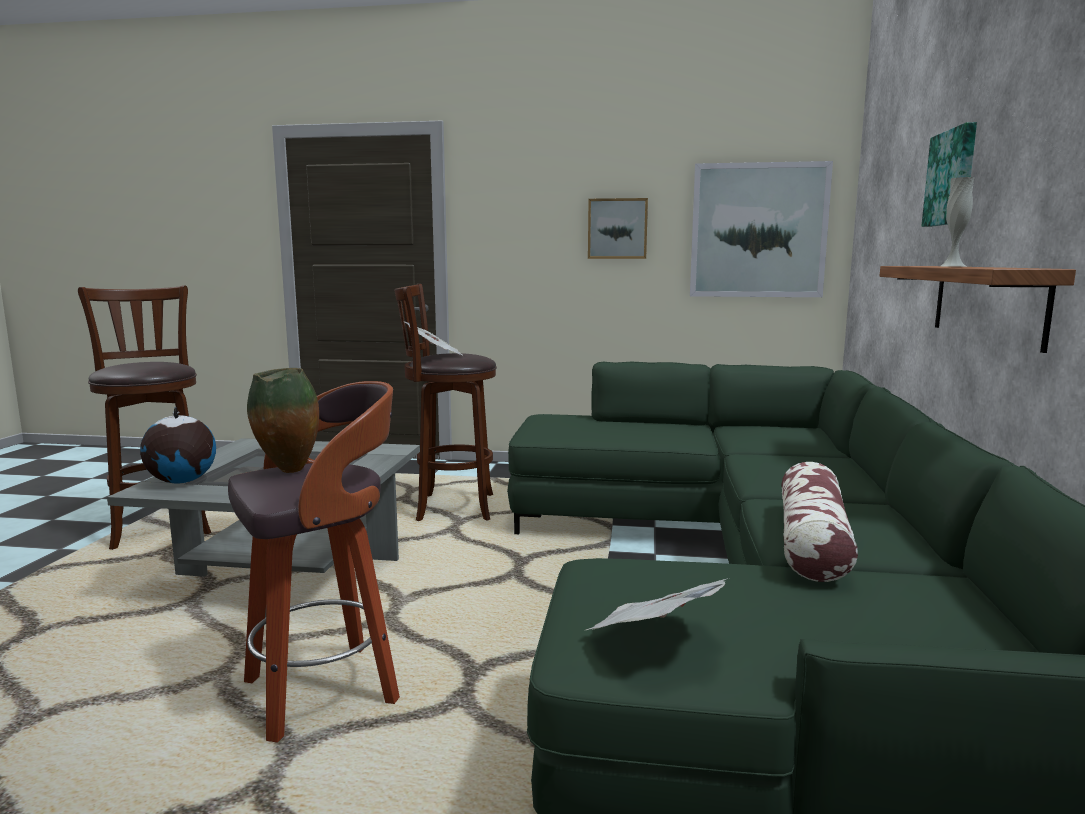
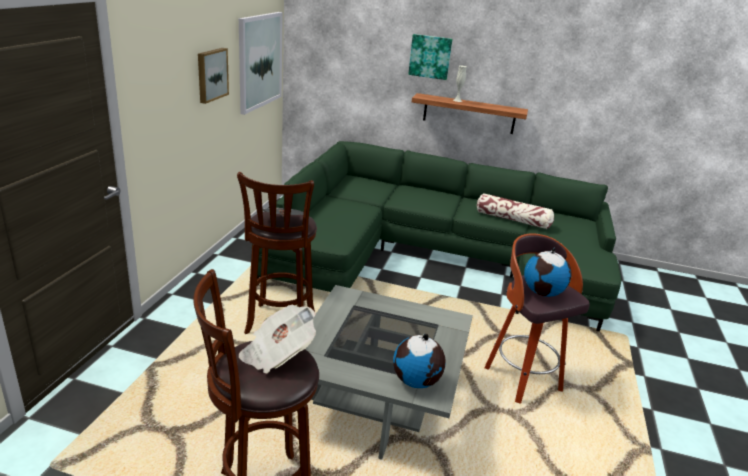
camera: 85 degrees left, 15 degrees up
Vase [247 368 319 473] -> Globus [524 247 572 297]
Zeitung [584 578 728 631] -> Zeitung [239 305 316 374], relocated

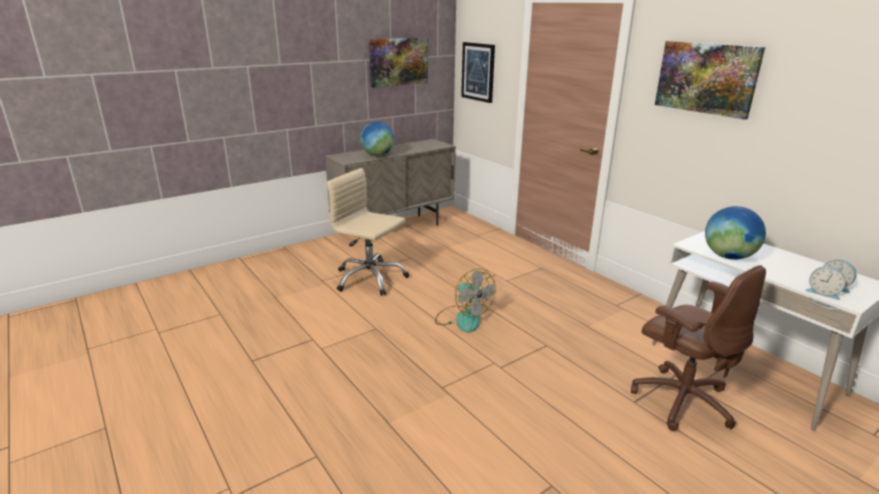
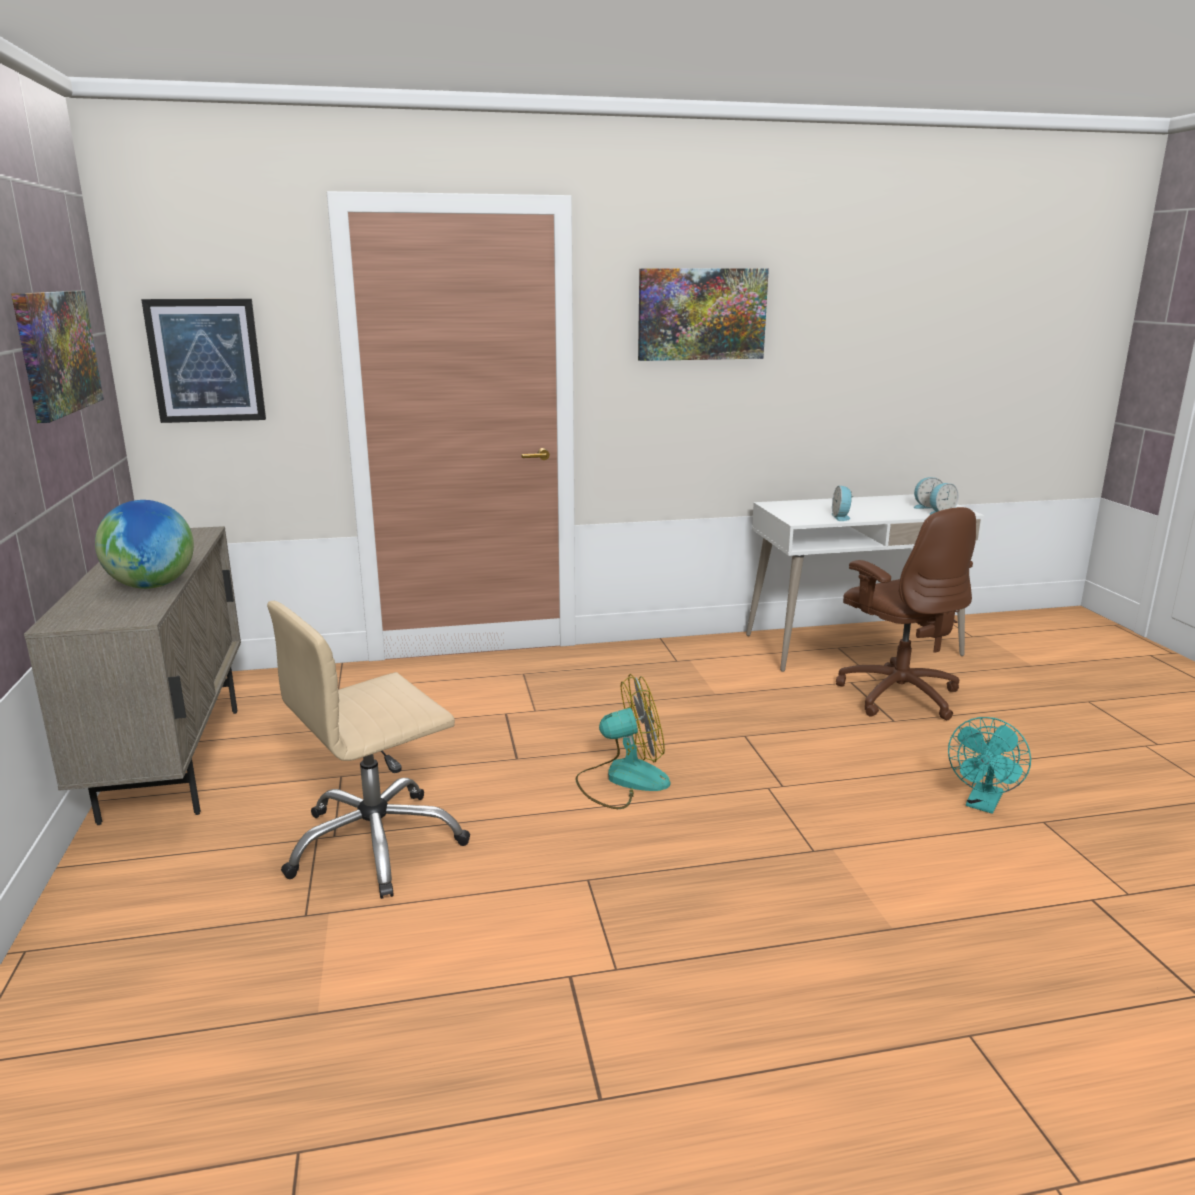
camera: 65 degrees left, 5 degrees down
Globus [705 206 766 260] -> Wecker [832 486 853 521]
Bürostuhl [braun] [631 265 766 431] -> Bürostuhl [braun] [836 507 976 720], 75 degrees clockwise
none -> Ventilator [türkis] [948 717 1031 814]

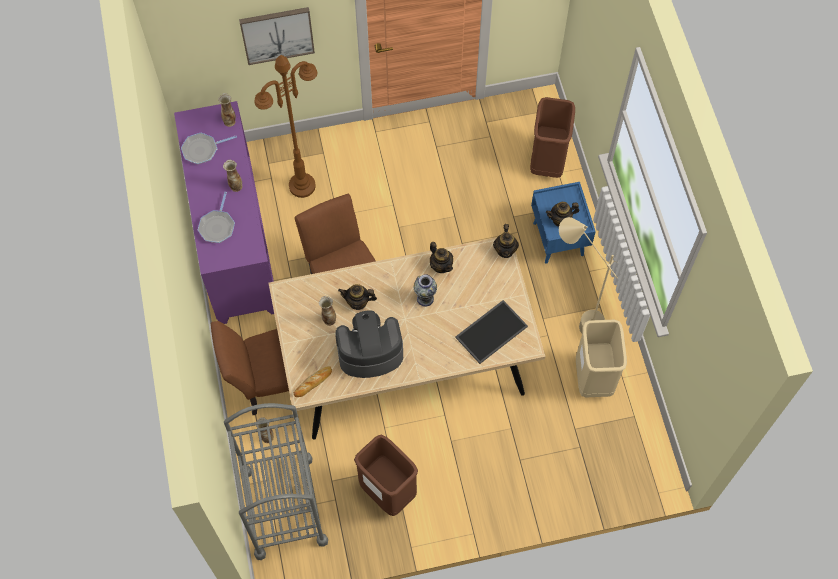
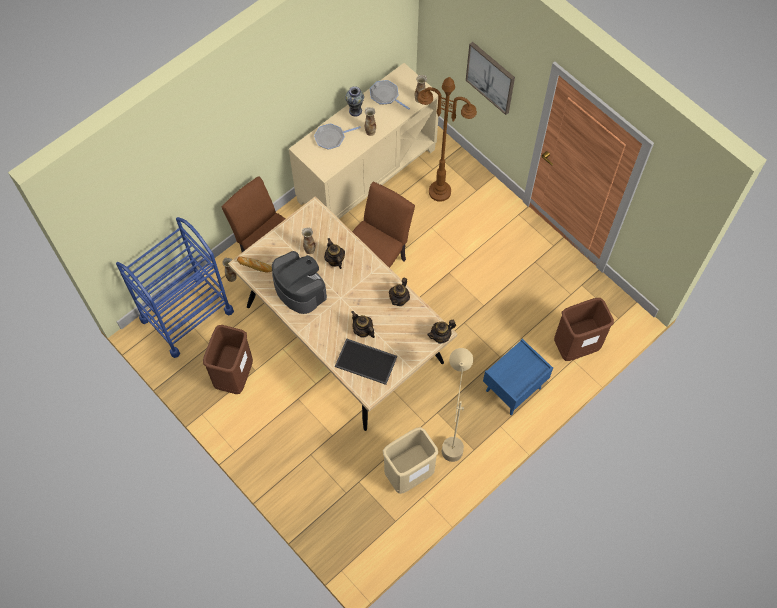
camera: 60 degrees right, 0 degrees up
Schrank [lila] [174 101 274 324] -> Schrank [beige] [289 63 438 219]
Teekanne [546 202 579 227] -> Teekanne [352 311 375 338], relocated
Vase [414 274 437 307] -> Vase [345 86 364 117], relocated
Rollwagen [grau] [224 403 328 560] -> Rollwagen [blau] [116 217 234 358]

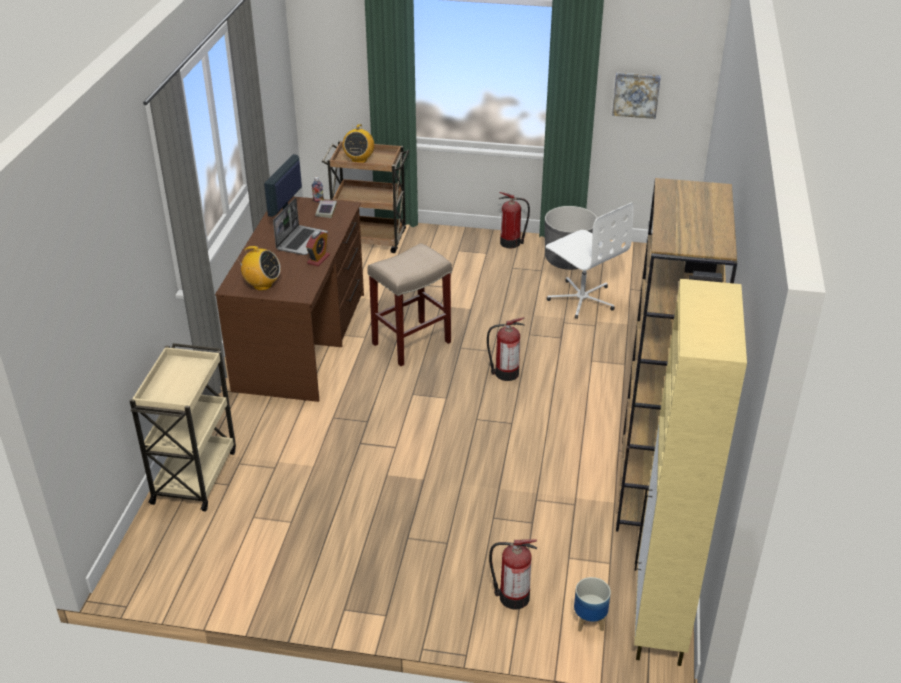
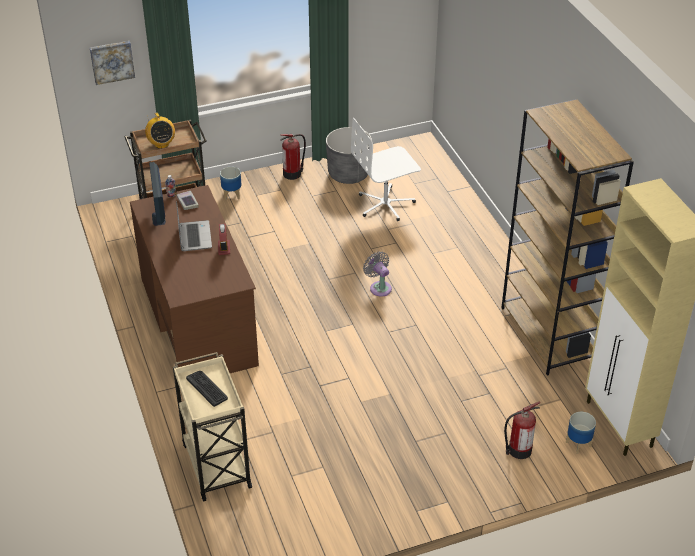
camera: 30 degrees left, 5 degrees up
Bild [612 72 661 119] -> Bild [90 41 135 85], relocated
Bürostuhl [weiß] [546 203 634 319] -> Bürostuhl [weiß] [351 118 421 221], 135 degrees clockwise
Hocker [beige] [367 243 452 366] -> none
Radio [238 246 281 291] -> none
Feuerlöscher [487 317 525 381] -> Ventilator [grau] [363 252 392 297]
none -> Pflanzkübel [220 167 242 200]
none -> Tastatur [186 371 228 407]

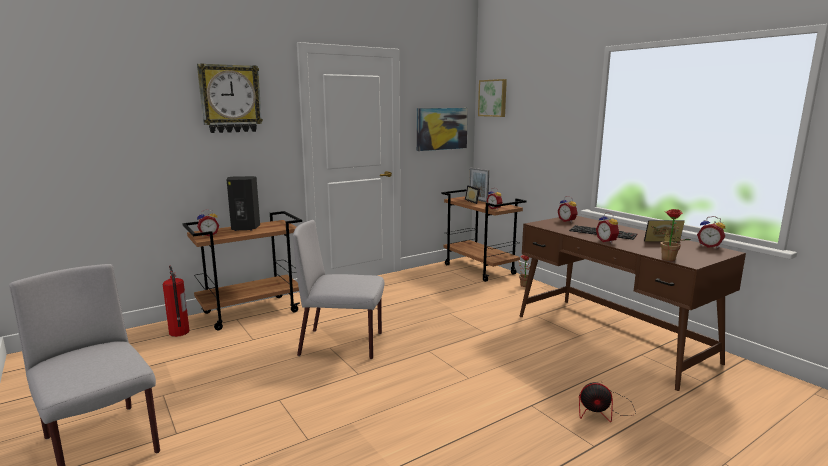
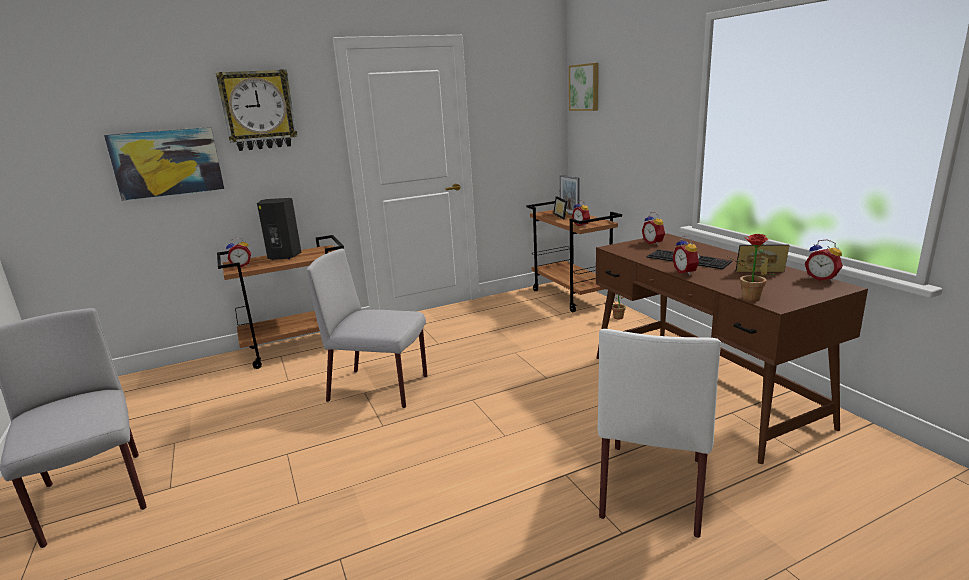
camera: 10 degrees right, 5 degrees up
Bild [417 108 468 151] -> Bild [104 127 224 201], relocated
Feuerlöscher [163 265 190 337] -> none
Ventilator [579 381 636 422] -> Stuhl [weiß] [597 329 721 538]

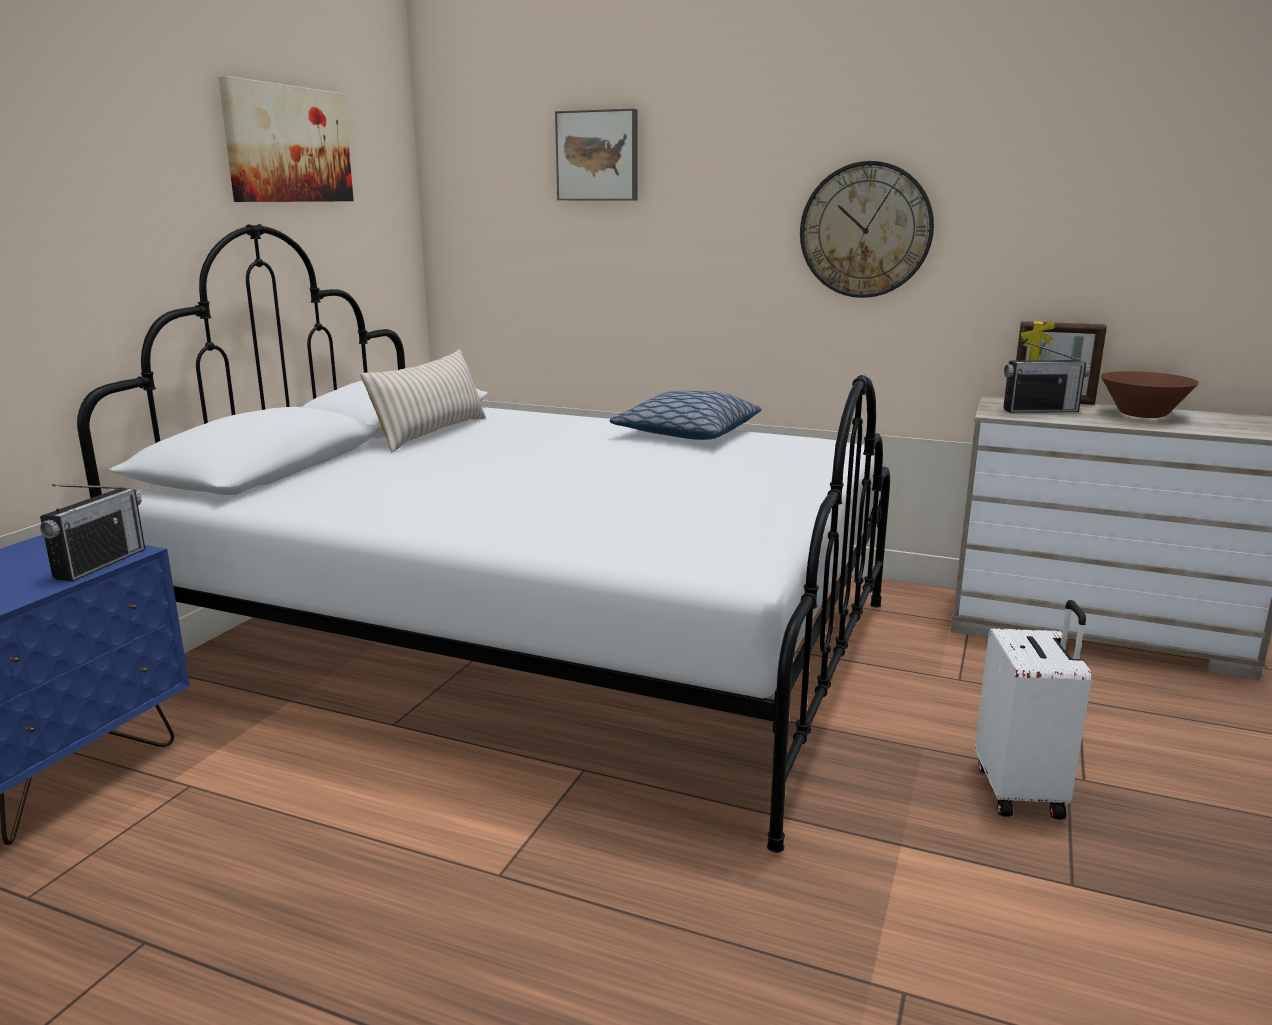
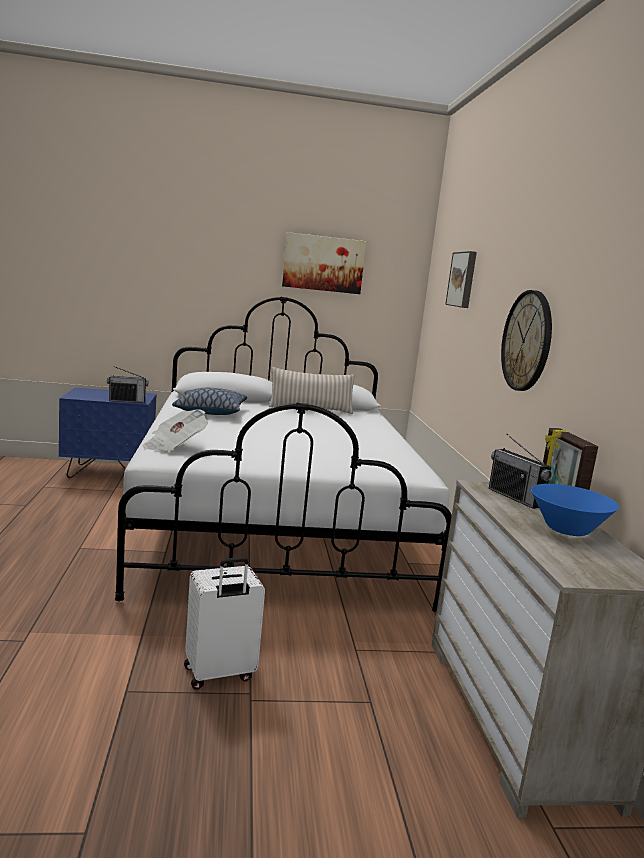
camera: 60 degrees right, 5 degrees down
Schüssel [braun] [1101 371 1199 418] -> Schüssel [blau] [531 484 619 536]
Kissen [610 391 762 440] -> Kissen [172 388 247 415], relocated
none -> Zeitung [142 409 208 451]

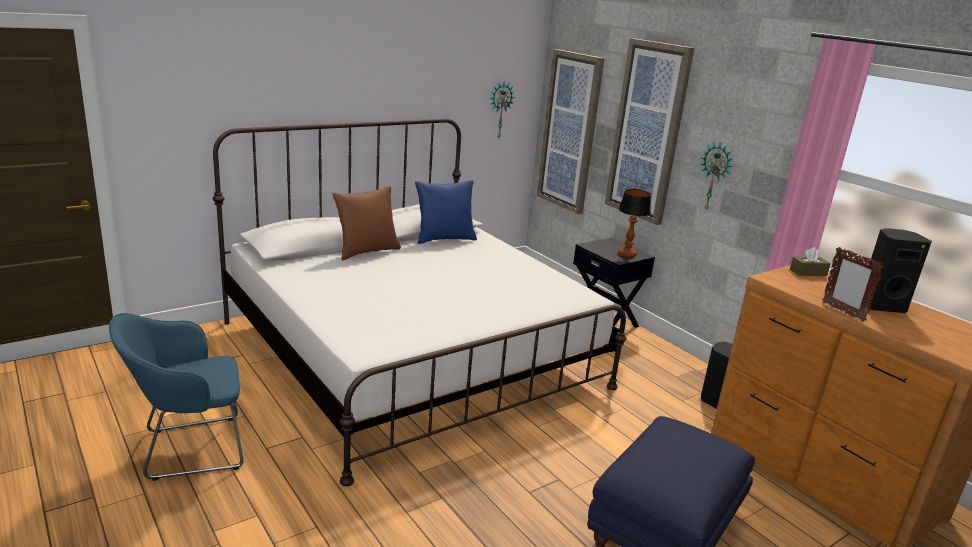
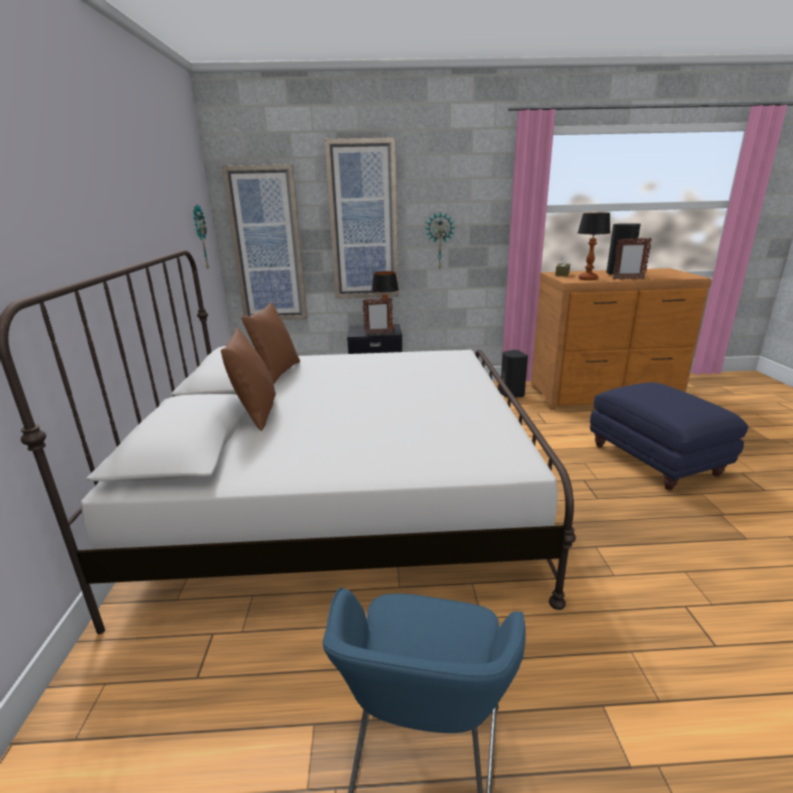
camera: 55 degrees left, 0 degrees up
Kissen [blau] [415 180 477 244] -> Kissen [braun] [241 302 300 384]
none -> Tischlampe [578 213 610 280]
none -> Bilderrahmen [362 297 393 335]

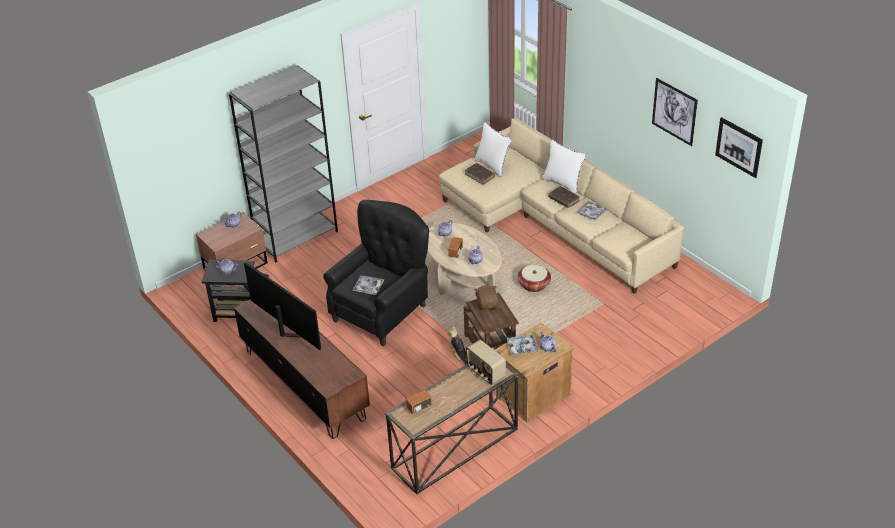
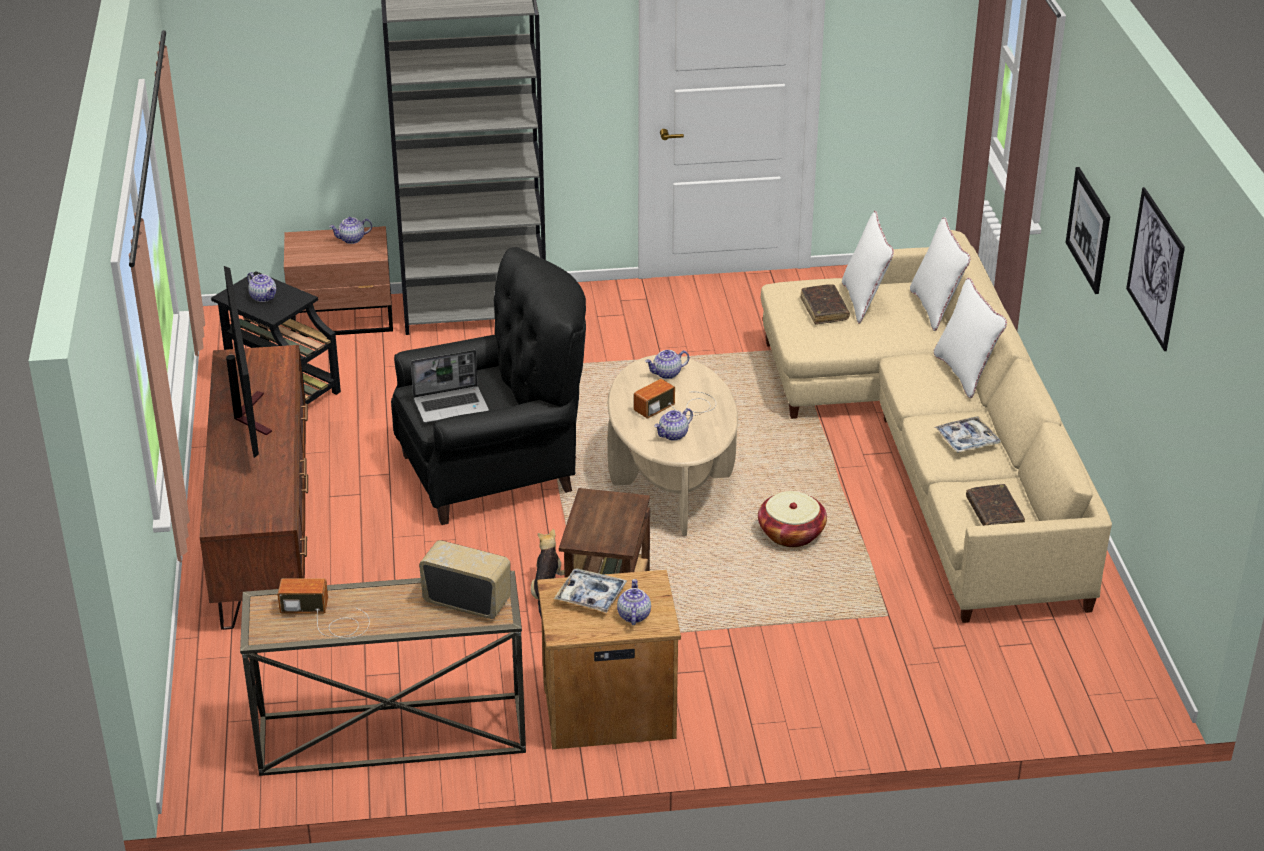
camera: 30 degrees right, 5 degrees down
Bild [715 117 763 178] -> Bild [1066 167 1110 294], relocated
Buch [braun] [548 186 580 208] -> Buch [braun] [966 484 1025 526], relocated
Tablett [352 275 384 295] -> Laptop [411 350 489 423]
Plüschtier [braun] [474 285 499 311] -> none
Radio [466 340 506 385] -> Radio [419 540 511 619], 120 degrees clockwise
none -> Kissen [weiß] [910 217 971 331]

